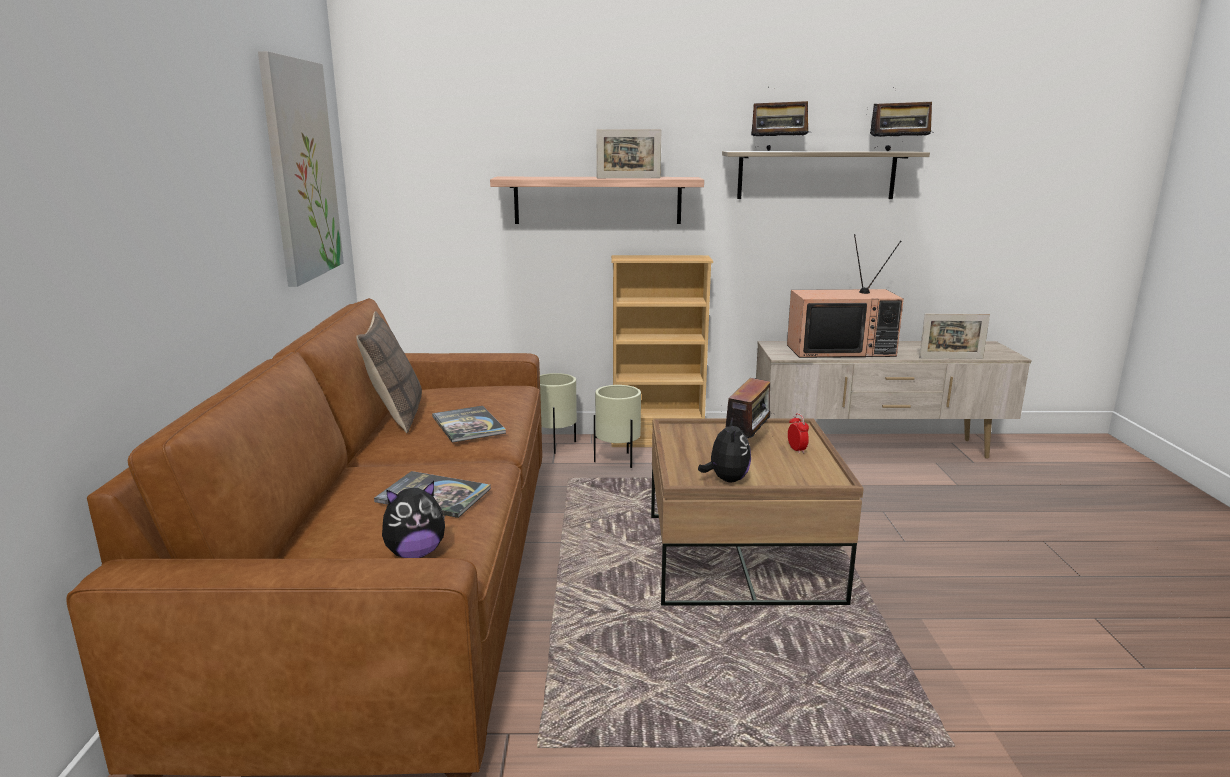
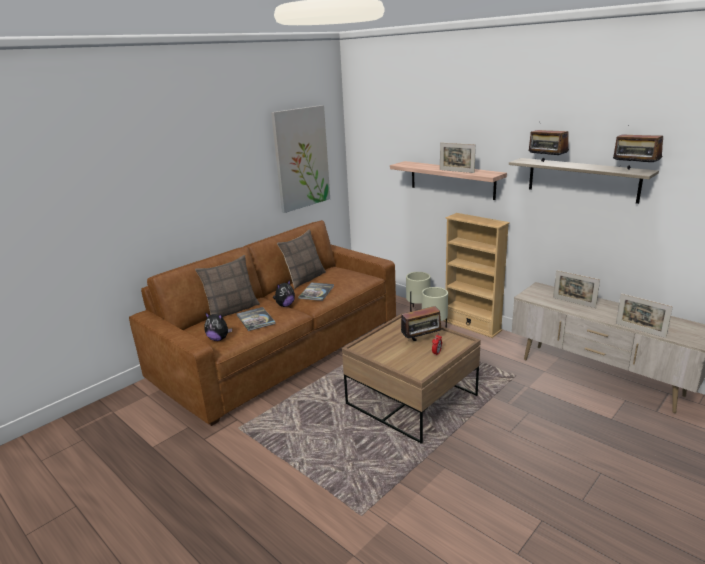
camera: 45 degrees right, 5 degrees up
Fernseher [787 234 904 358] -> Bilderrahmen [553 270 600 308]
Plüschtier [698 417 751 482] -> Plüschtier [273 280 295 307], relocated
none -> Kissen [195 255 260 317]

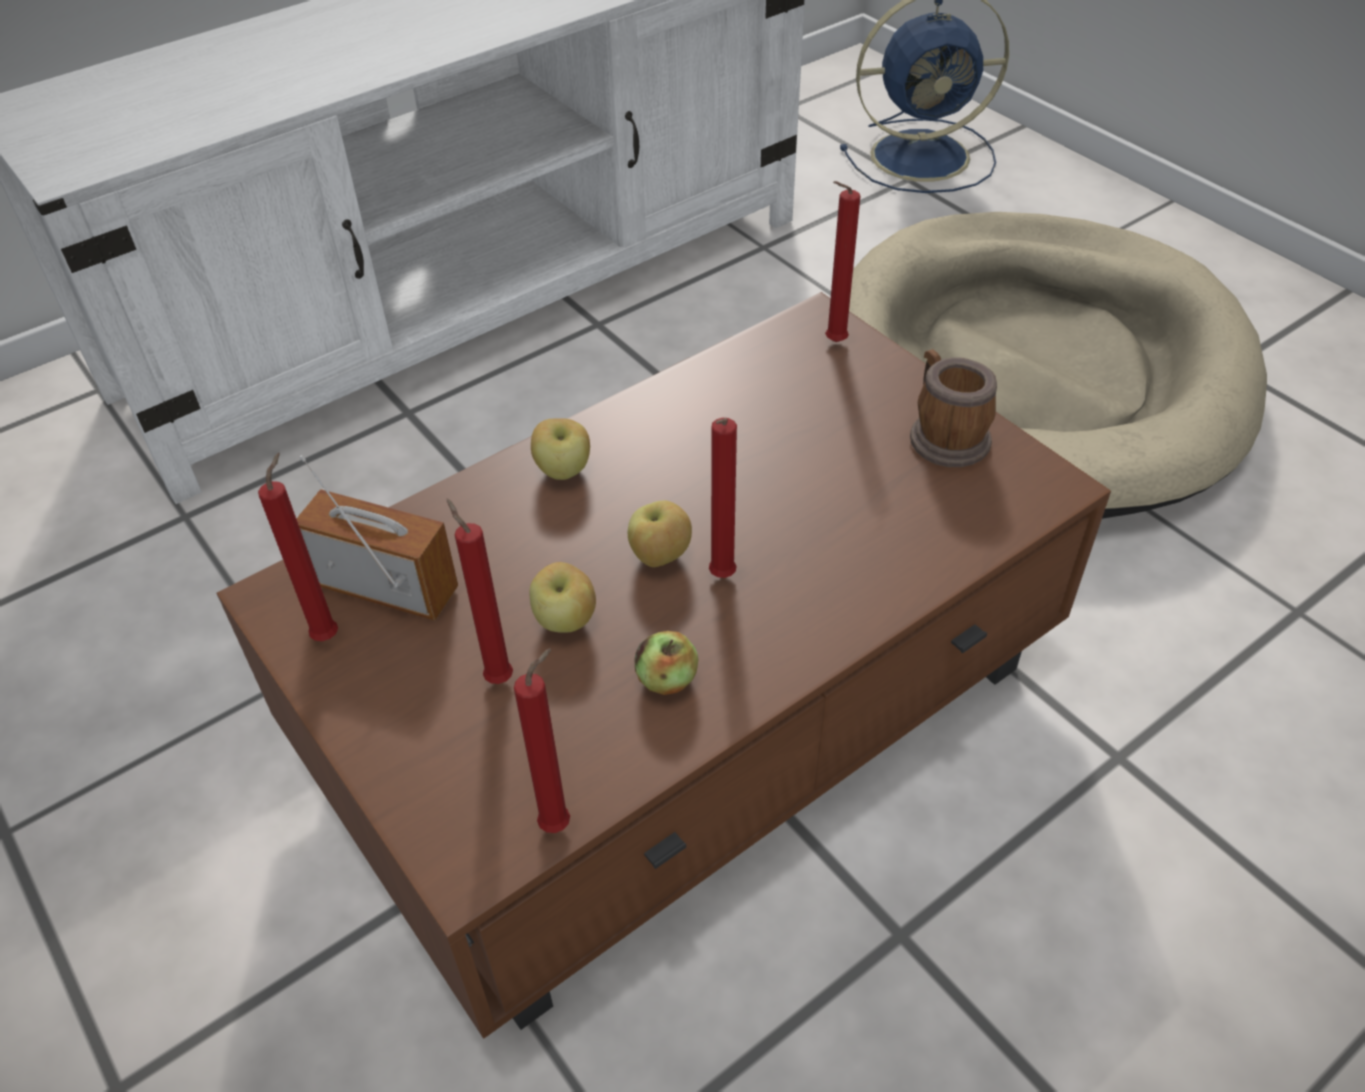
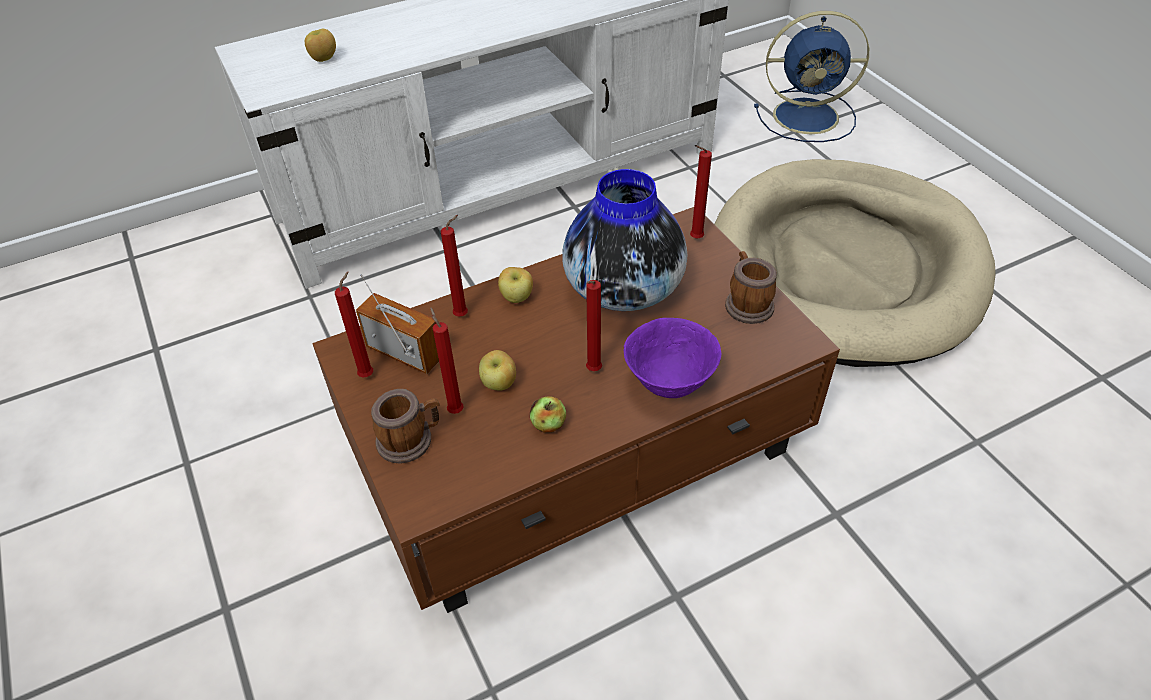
camera: 10 degrees right, 0 degrees up
Apfel [628 501 692 567] -> Apfel [305 29 336 62], relocated
Kerze [rot] [514 648 570 833] -> Kerze [rot] [441 215 468 317], relocated
none -> Vase [562 169 687 311]
none -> Schüssel [lila] [624 318 721 398]
none -> Henkelbecher [371 389 439 464]

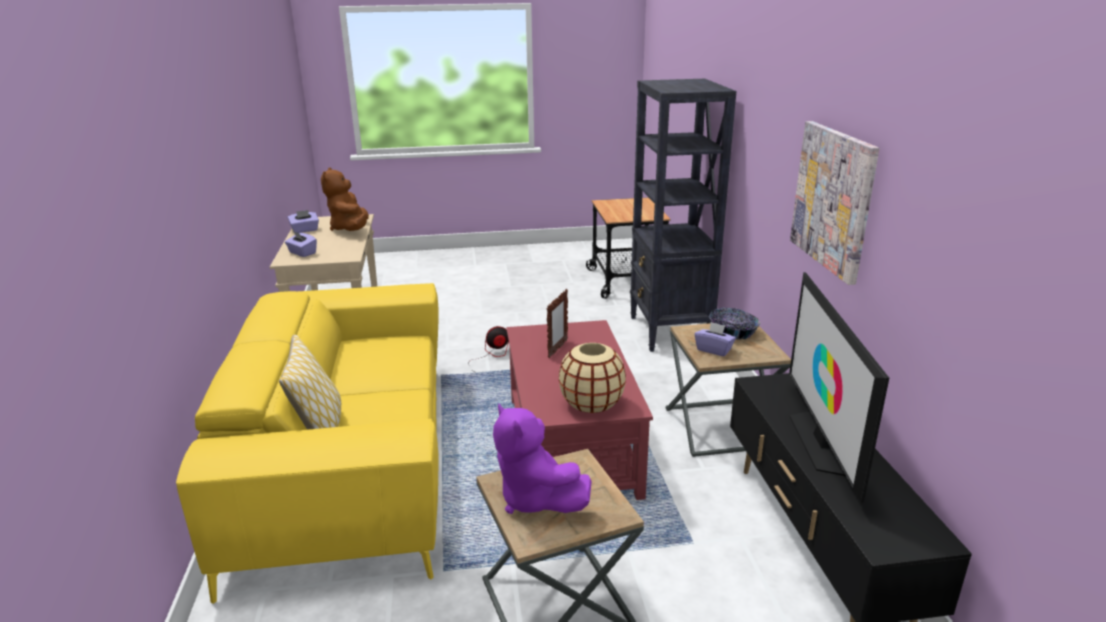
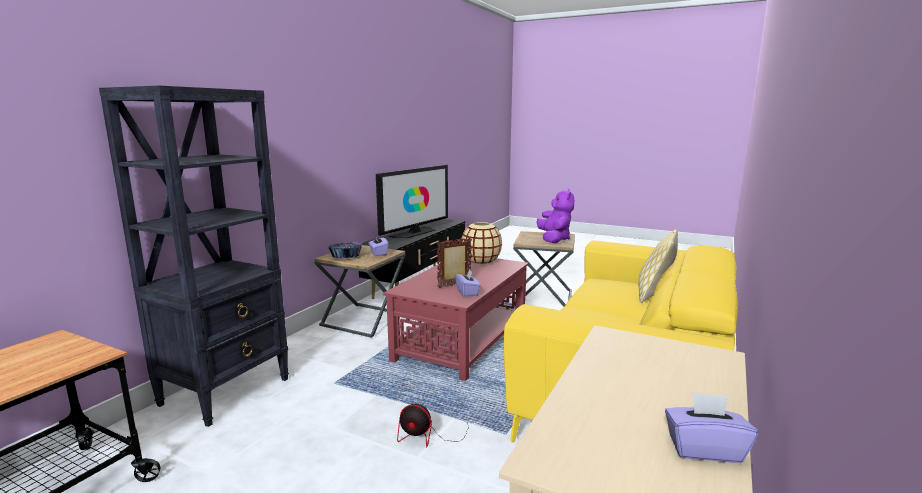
camera: 145 degrees left, 10 degrees down
Bild [790 121 879 285] -> none
Plüschtier [braun] [321 168 369 231] -> none
Taschentuchbox [lila] [285 231 317 257] -> Taschentuchbox [lila] [455 269 481 297], relocated

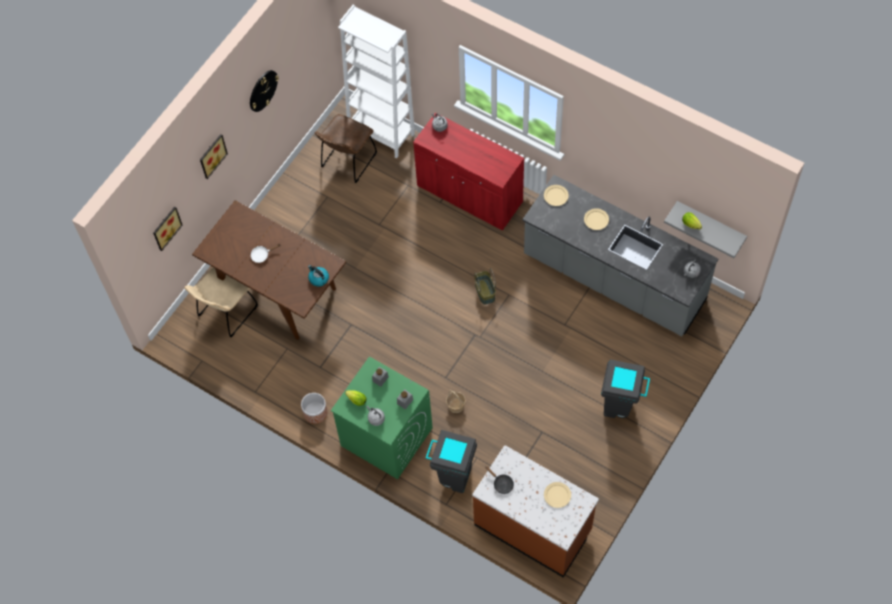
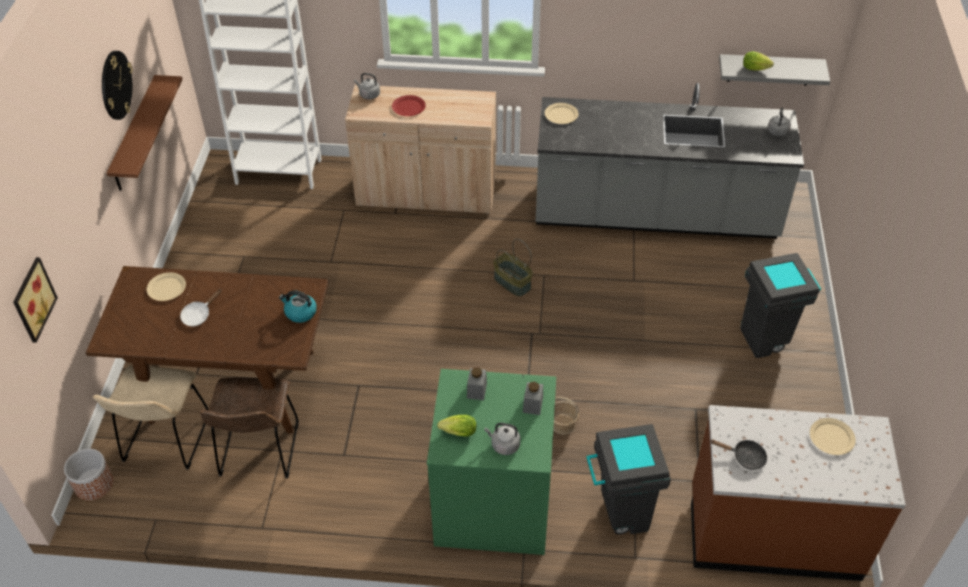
camera: 30 degrees left, 15 degrees down
Schrank [rot] [413 113 524 231] -> Schrank [beige] [345 85 496 214]
Stuhl [braun] [315 114 377 183] -> Stuhl [braun] [199 377 299 479], relocated
Bild [200 134 228 179] -> none
Teller [beige] [584 208 609 230] -> Teller [beige] [147 272 186 301], relocated
Pflanzkübel [301 393 328 424] -> Pflanzkübel [64 449 113 501], relocated
none -> Wandregal [braun] [106 75 183 191]
none -> Teller [rot] [392 95 426 116]

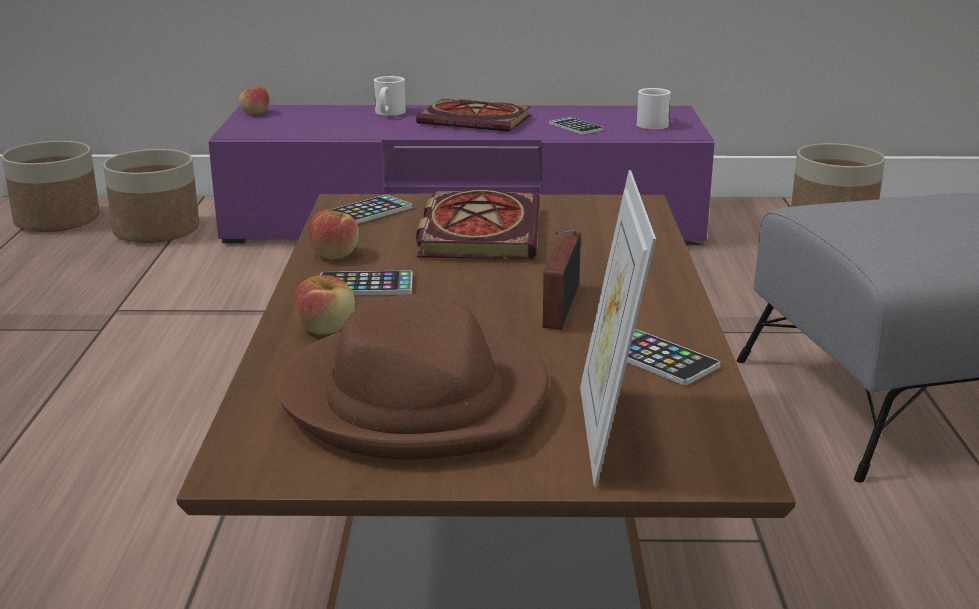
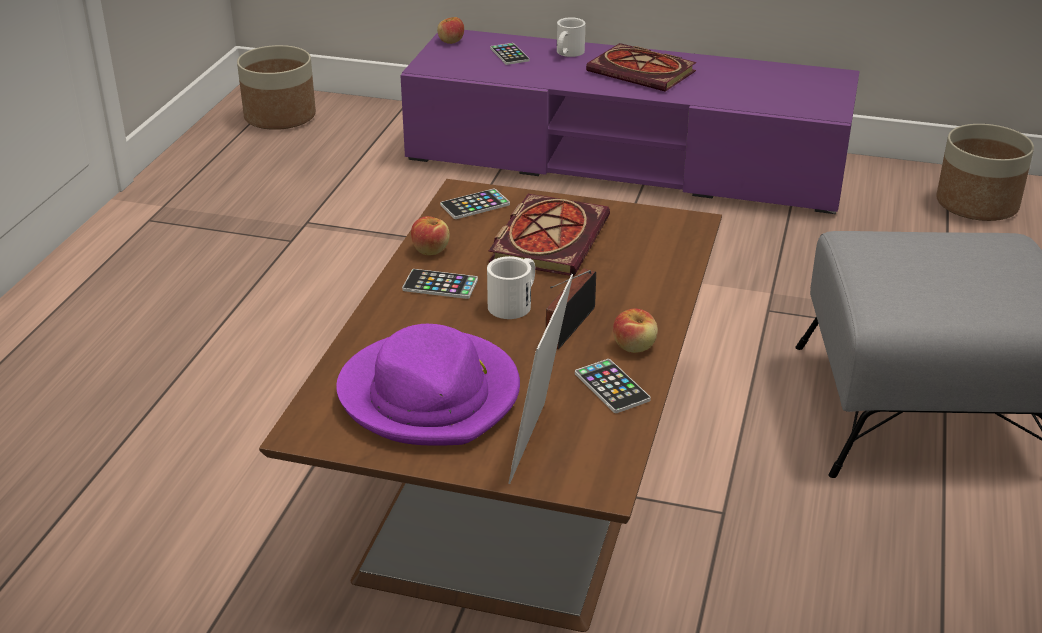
camera: 15 degrees right, 10 degrees up
Henkelbecher [weiß] [637 88 671 130] -> Henkelbecher [weiß] [487 256 535 319], relocated
Handy [549 117 604 134] -> Handy [490 43 530 65], relocated
Pflanzkübel [103 149 200 243] -> none
Apfel [293 275 355 335] -> Apfel [613 309 658 353], relocated
Hut [braun] [276 294 549 460] -> Hut [lila] [336 324 520 446]

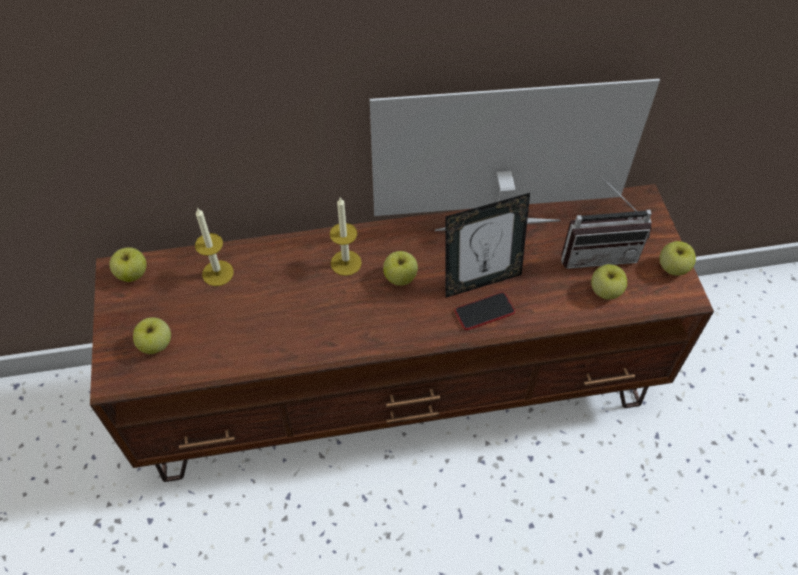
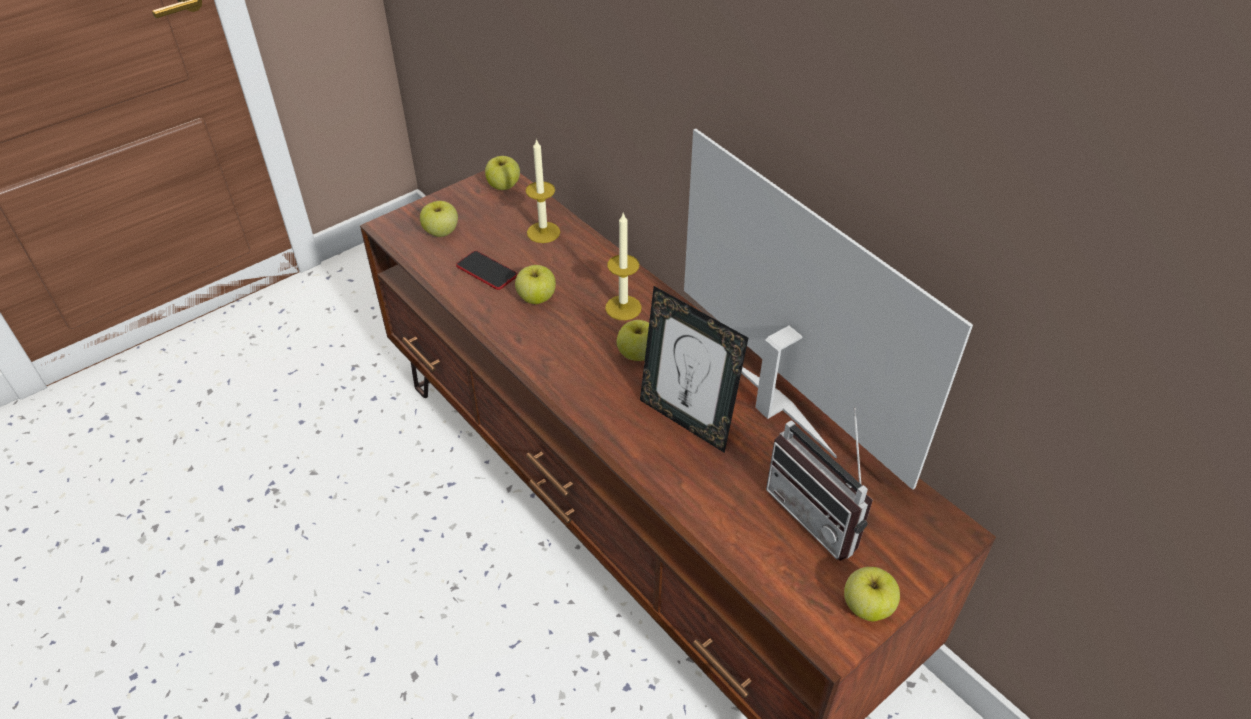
camera: 60 degrees right, 10 degrees down
Apfel [591 264 627 299] -> Apfel [515 265 556 304], relocated
Handy [455 292 515 330] -> Handy [456 251 518 290], relocated

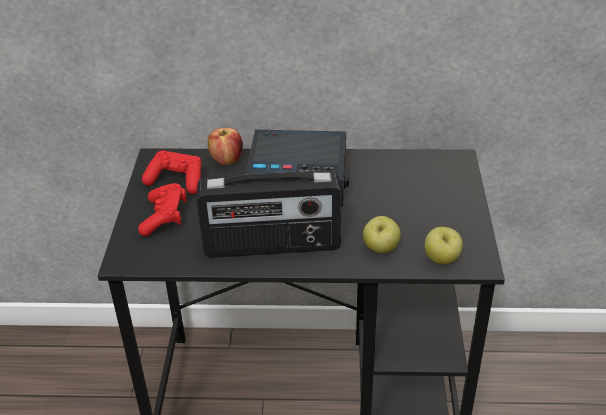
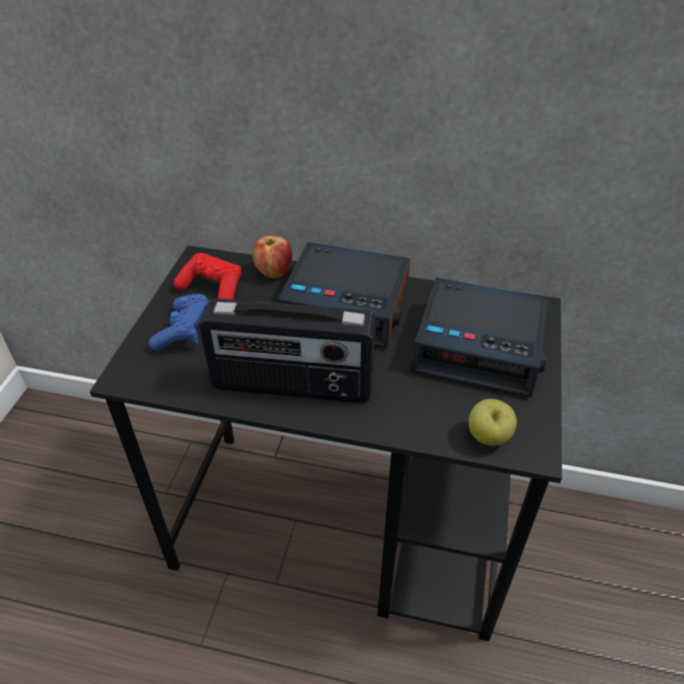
camera: 10 degrees right, 5 degrees up
Gamepad [rot] [138 183 187 236] -> Gamepad [blau] [149 294 209 351]
Apfel [363 216 401 253] -> none
none -> Wecker [411 278 549 398]

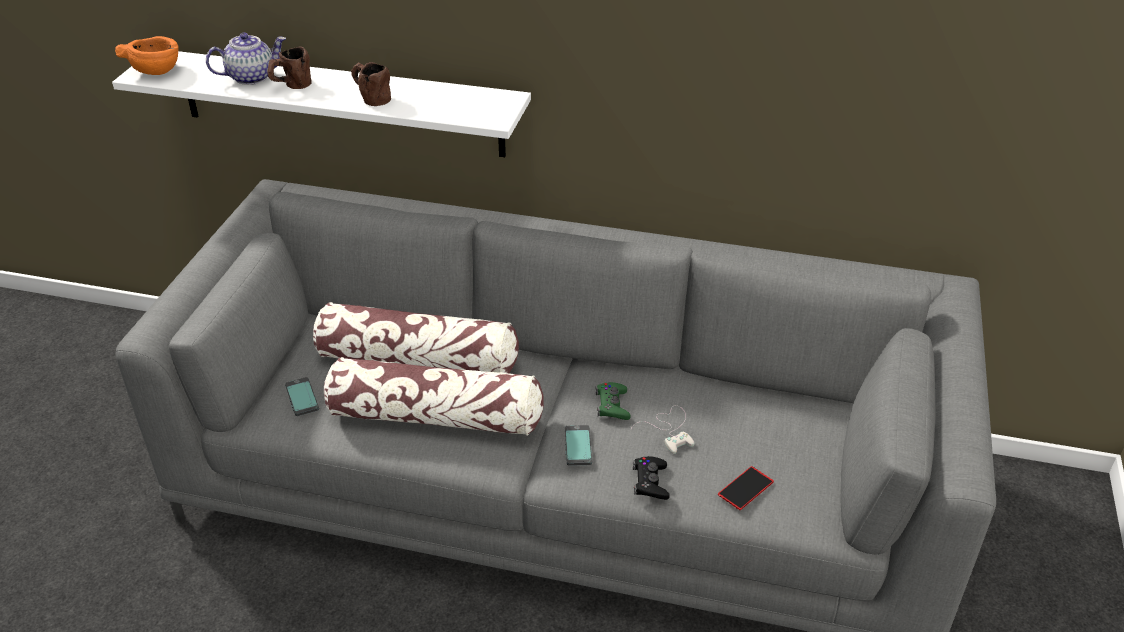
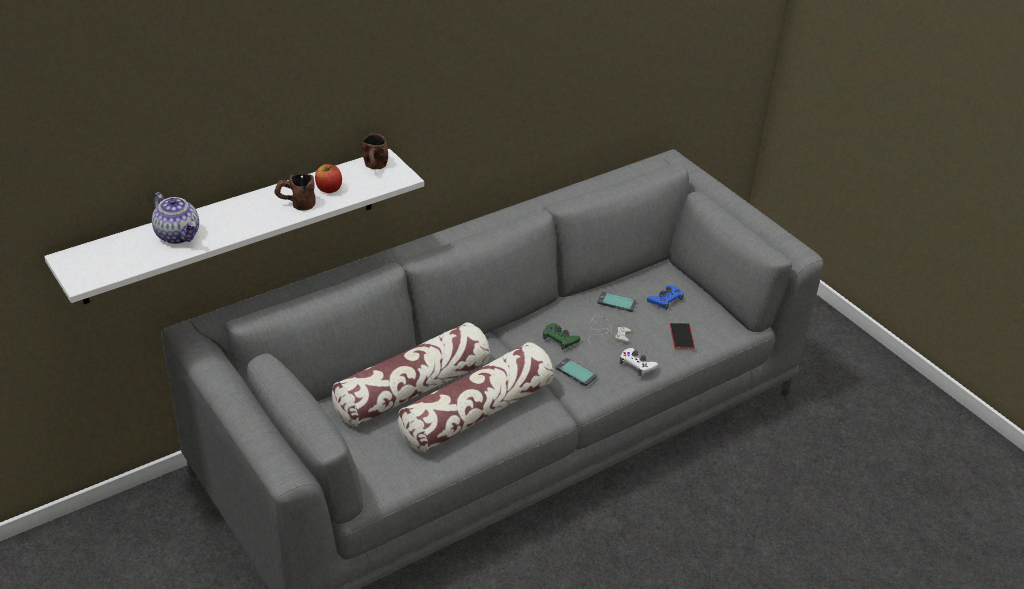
camera: 50 degrees left, 0 degrees up
Teekanne [206 32 286 85] -> Teekanne [152 192 199 244], 120 degrees clockwise
Schüssel [orange] [115 36 179 75] -> none
Henkelbecher [braun] [268 46 312 89] -> Henkelbecher [braun] [362 133 388 169], relocated
Handy [285 377 319 416] -> Handy [597 292 637 312], relocated
Gamepad [schwarz] [633 456 670 500] -> Gamepad [weiß] [620 348 658 376]
none -> Apfel [315 164 342 193]
none -> Gamepad [blau] [647 285 684 310]

